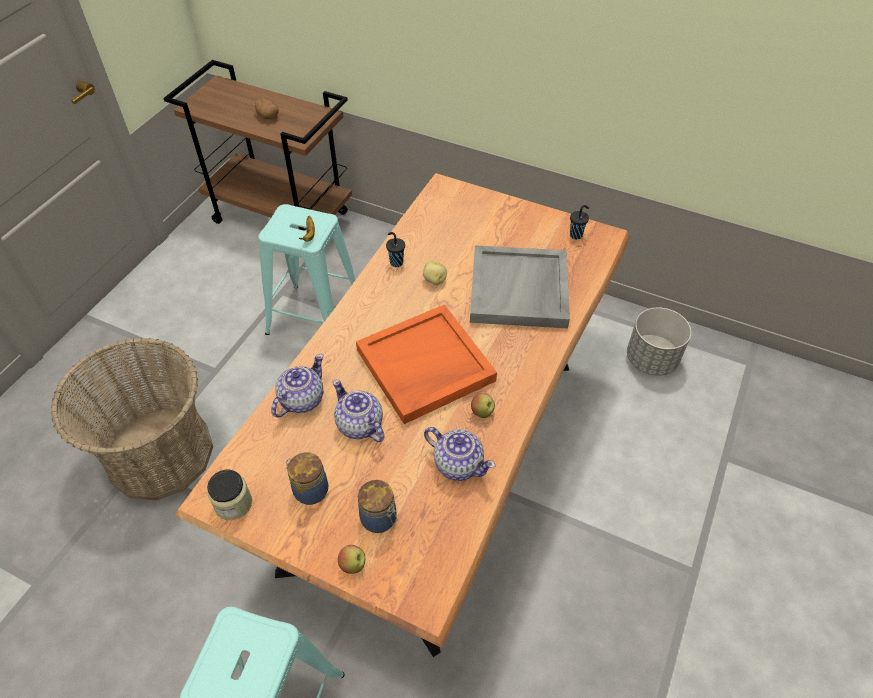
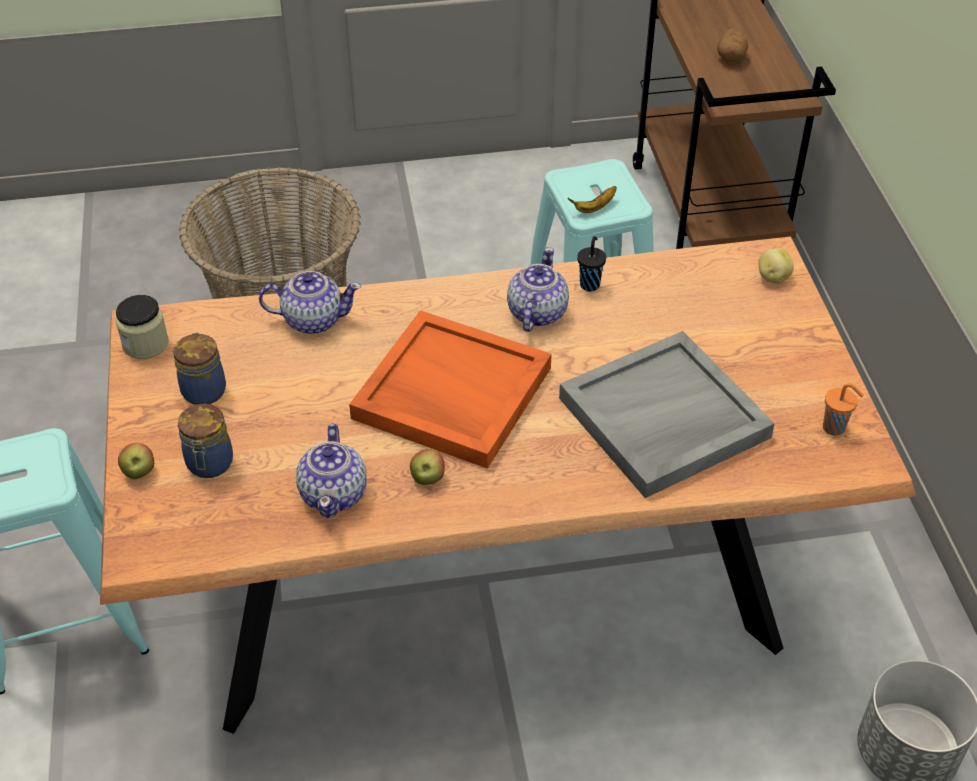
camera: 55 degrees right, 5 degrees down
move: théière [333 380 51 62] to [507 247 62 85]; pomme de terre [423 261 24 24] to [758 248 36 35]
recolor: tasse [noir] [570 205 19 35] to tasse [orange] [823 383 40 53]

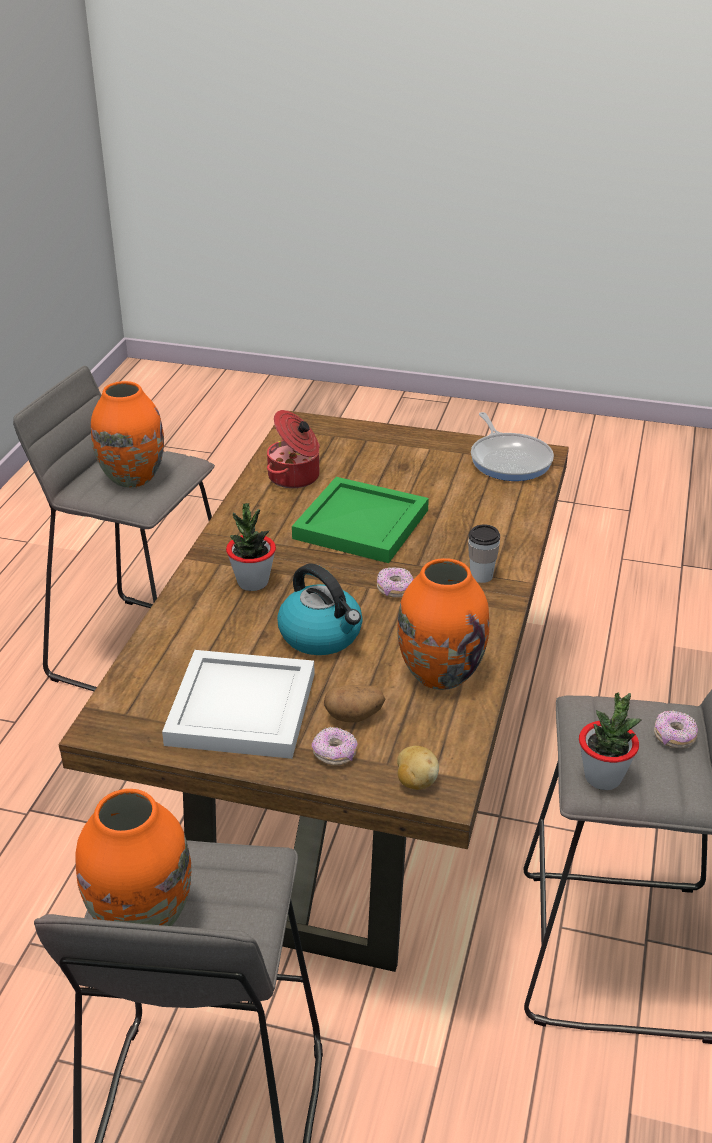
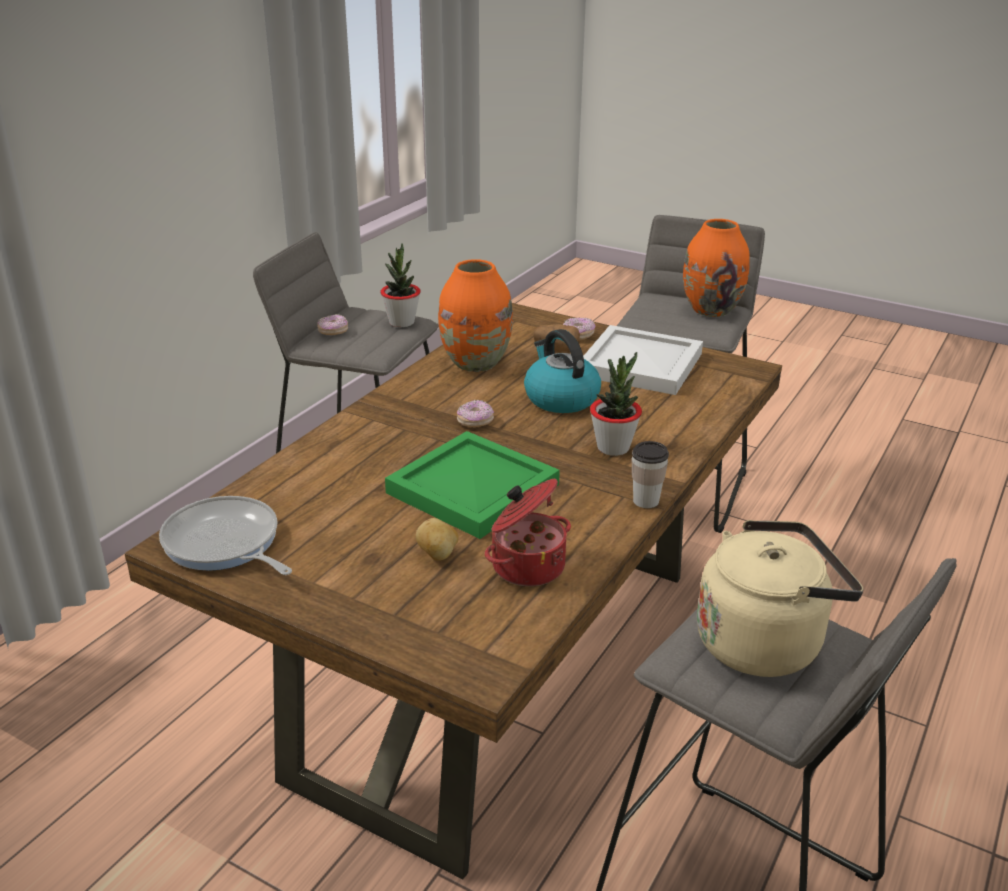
camera: 165 degrees left, 5 degrees down
move: pomme de terre [397 746 42 44] to [416 518 43 43]; tasse [468 525 32 58] to [632 441 37 67]
replace: vase [orange] [91 381 73 107] to bouilloire [beige] [697 520 166 157]
rotate: poêle [471 412 83 69] = [159 496 133 79] 45 degrees counterclockwise

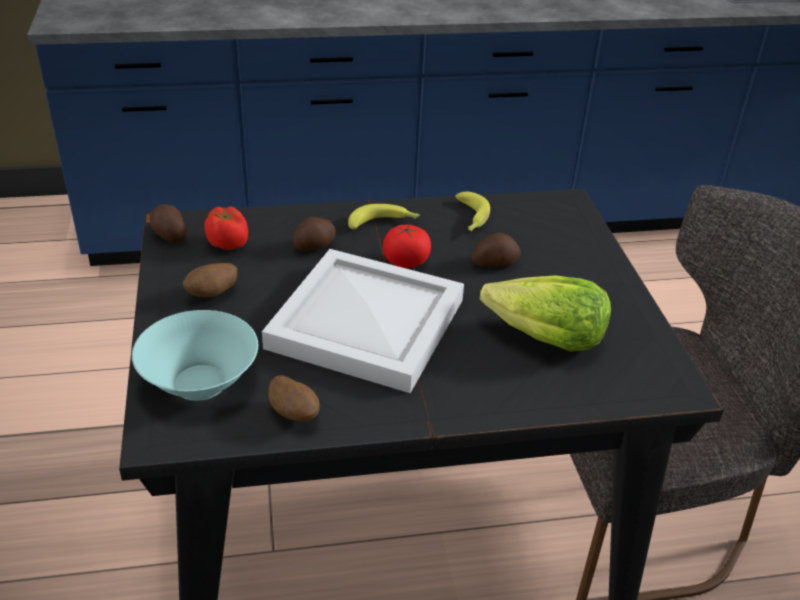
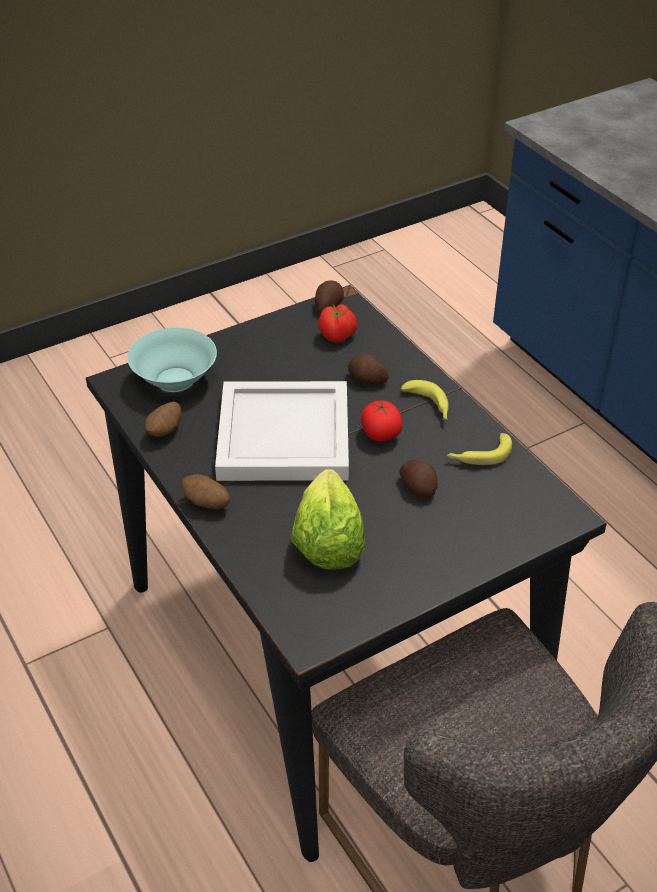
camera: 70 degrees right, 5 degrees up
move: pomme de terre [183 263 54 34] to [182 474 48 36]

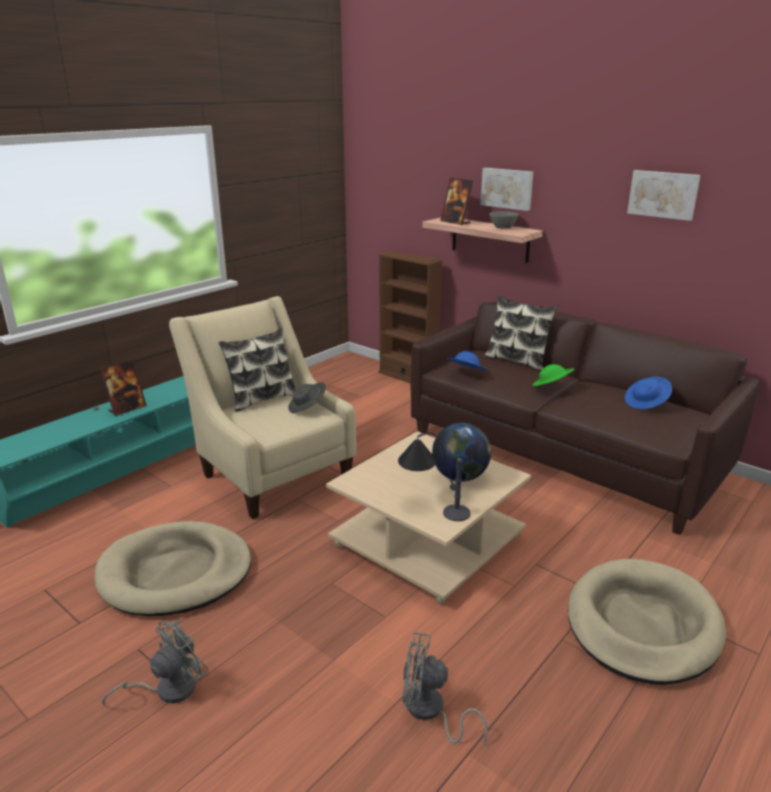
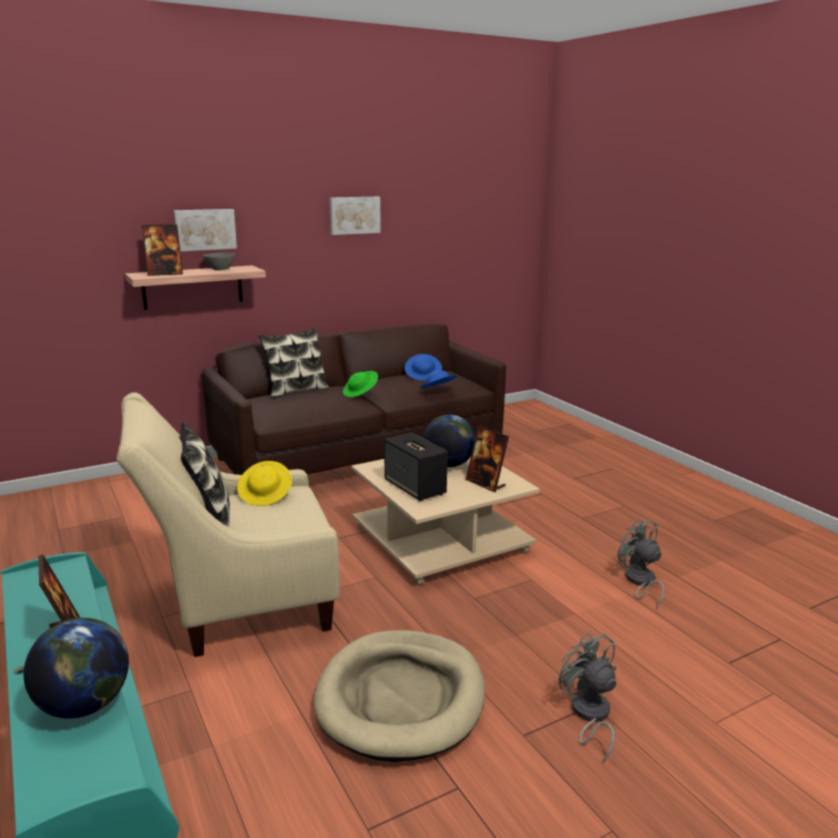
camera: 70 degrees left, 5 degrees down
delete: bibliothèque [marron] [378 251 65 132]; panier pour chien [beige] [568 559 158 126]
insert: globe [24 618 105 101]; enceinte [384 432 64 69]
move: chapeau [bleu] [446 351 41 19] to [420 370 37 18]
replace: lampe de table [398 432 73 89] to cadre photo [466 426 43 66]
recolor: chapeau [gris] [288 382 38 31] to chapeau [jaune] [237 461 55 45]
rotate: ventilateur [gris] [402 632 86 112] = [617 518 47 91] 120 degrees clockwise

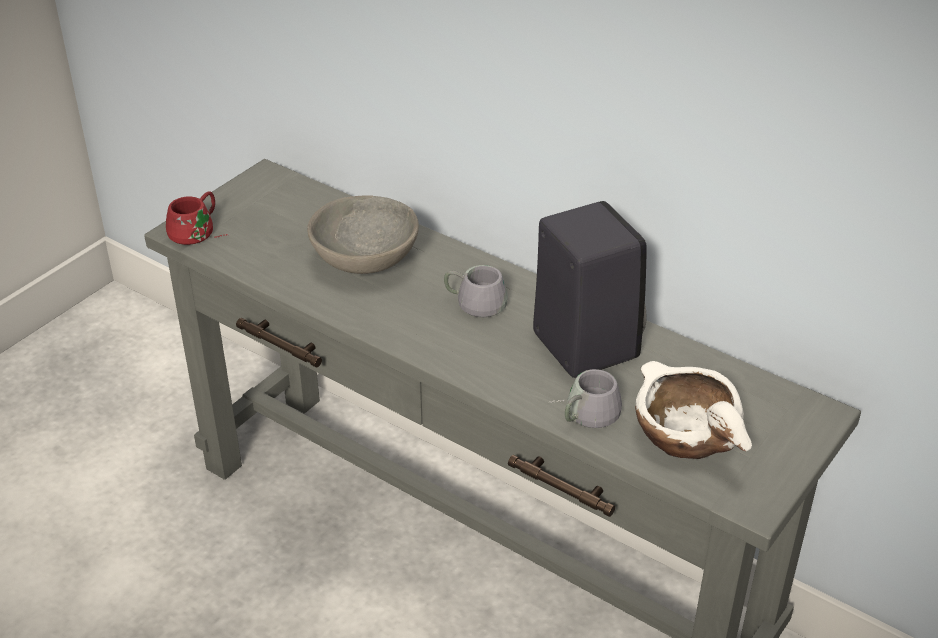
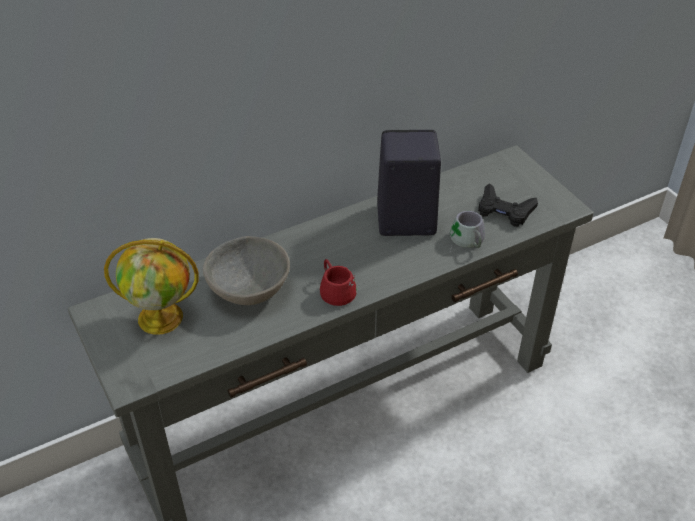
camera: 65 degrees left, 5 degrees up
delete: mug [gris] [444 265 64 52]
insert: globe [104 238 95 97]
move: mug [rouge] [166 191 62 54] to [320 259 37 47]
replace: bol [blanc] [635 361 117 98] to manette [noir] [478 183 60 44]

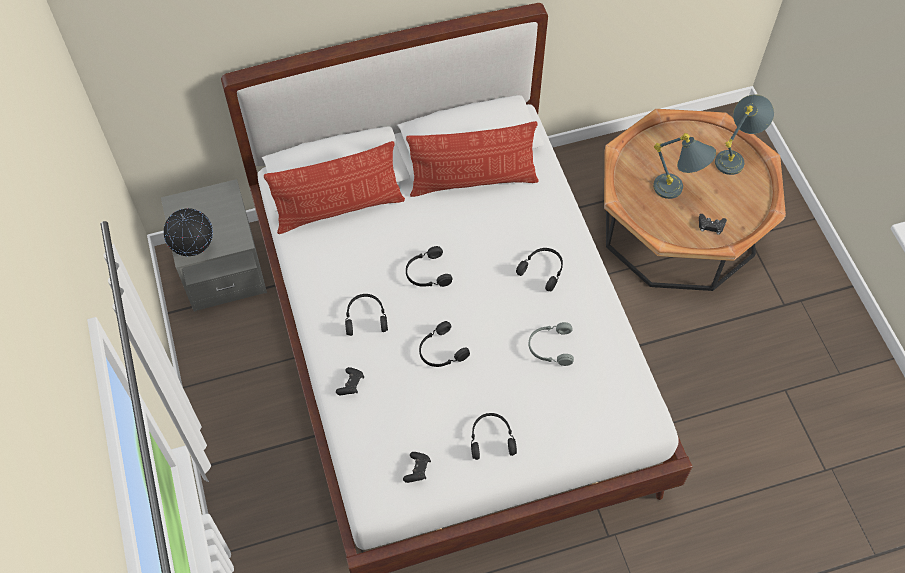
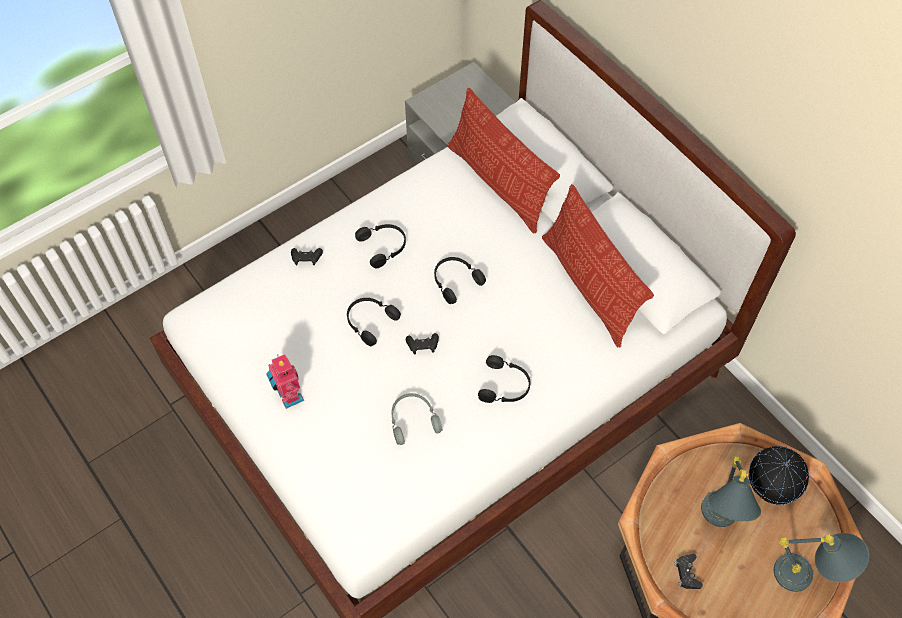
camera: 70 degrees right, 0 degrees up
move: globe [163 208 50 48] to [749 446 60 59]; manette [noir] [403 452 28 31] to [406 333 33 21]
replace: casque audio [noir] [471 413 46 47] to robot jouet [266 354 38 55]

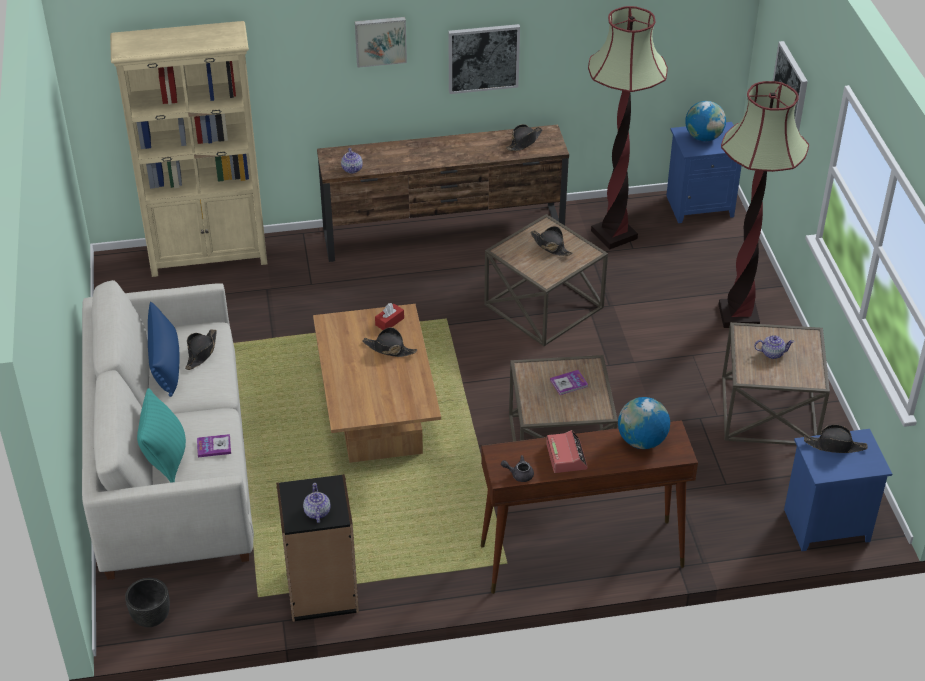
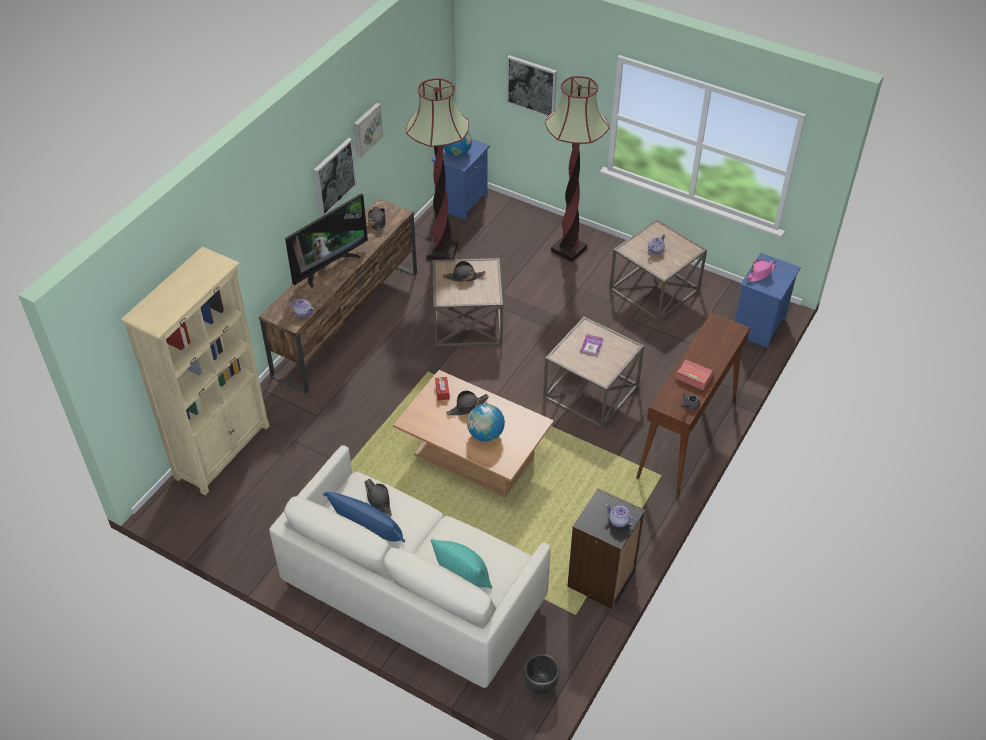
camera: 50 degrees left, 5 degrees up
delete: livre [197 434 34 24]
insert: téléviseur [285 193 83 95]
move: tableau [355 17 52 51] to [354 103 29 54]; globe [618 397 52 52] to [467 404 38 38]
recolor: chapeau [noir] [804 425 64 28] to chapeau [rose] [746 259 31 23]

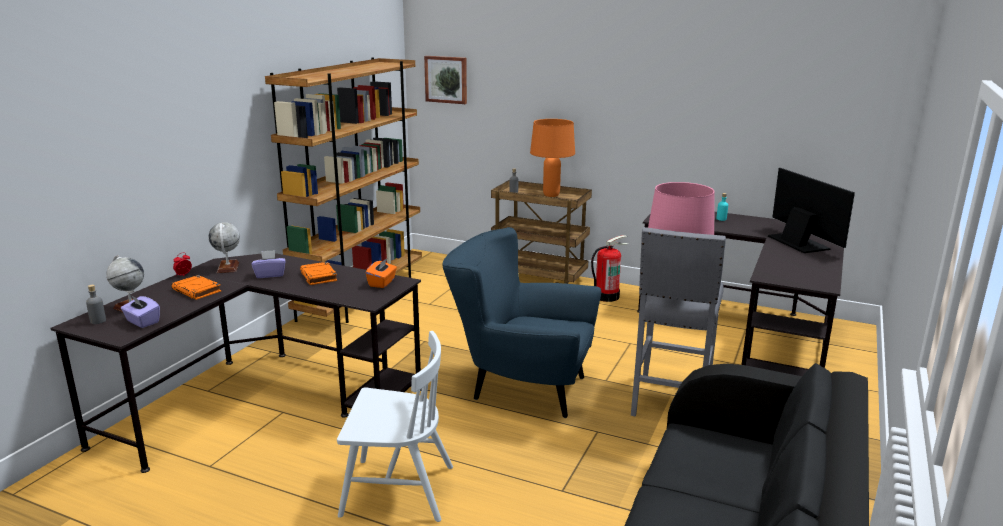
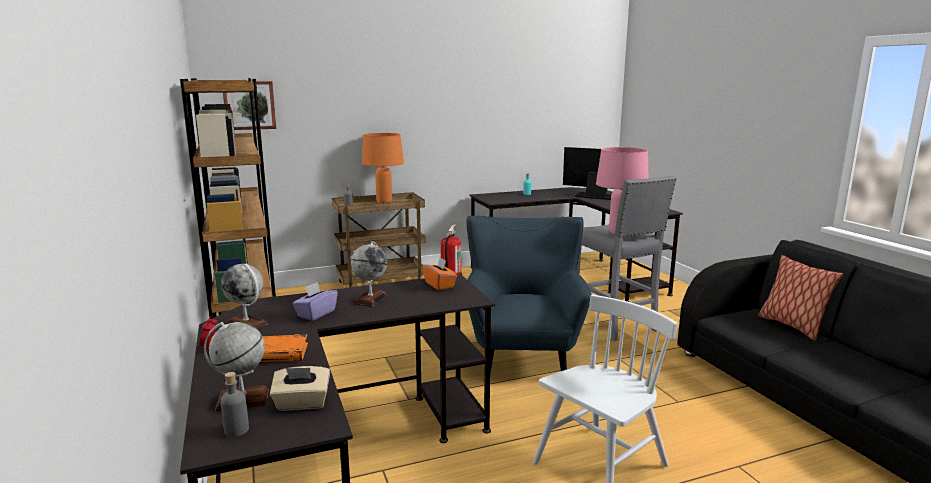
camera: 45 degrees left, 5 degrees down
insert: coussin [758 255 85 86]
replace: livre [orange] [300 262 37 23] to globe [351 241 37 66]
recolor: boîte à mouchoirs [violet] [121 295 39 33] to boîte à mouchoirs [beige] [270 366 60 45]
rotate: fauteuil [bleu] [443 227 158 191] = [466 215 126 165] 120 degrees clockwise

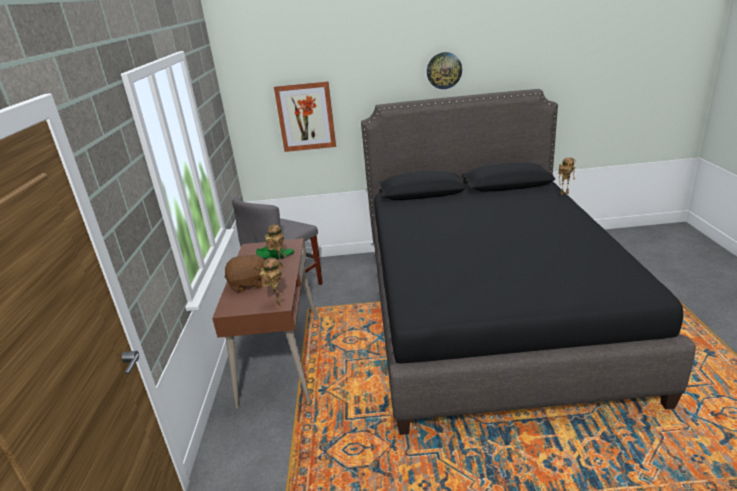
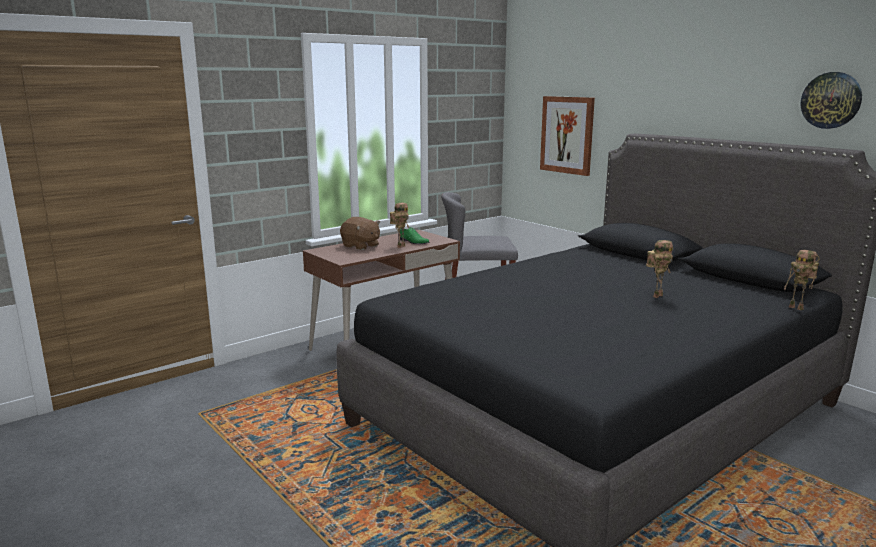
camera: 50 degrees right, 10 degrees down
move: robot jouet [260 258 23 50] to [646 240 27 58]; horloge murale [427 52 35 37] to [800 72 62 57]

